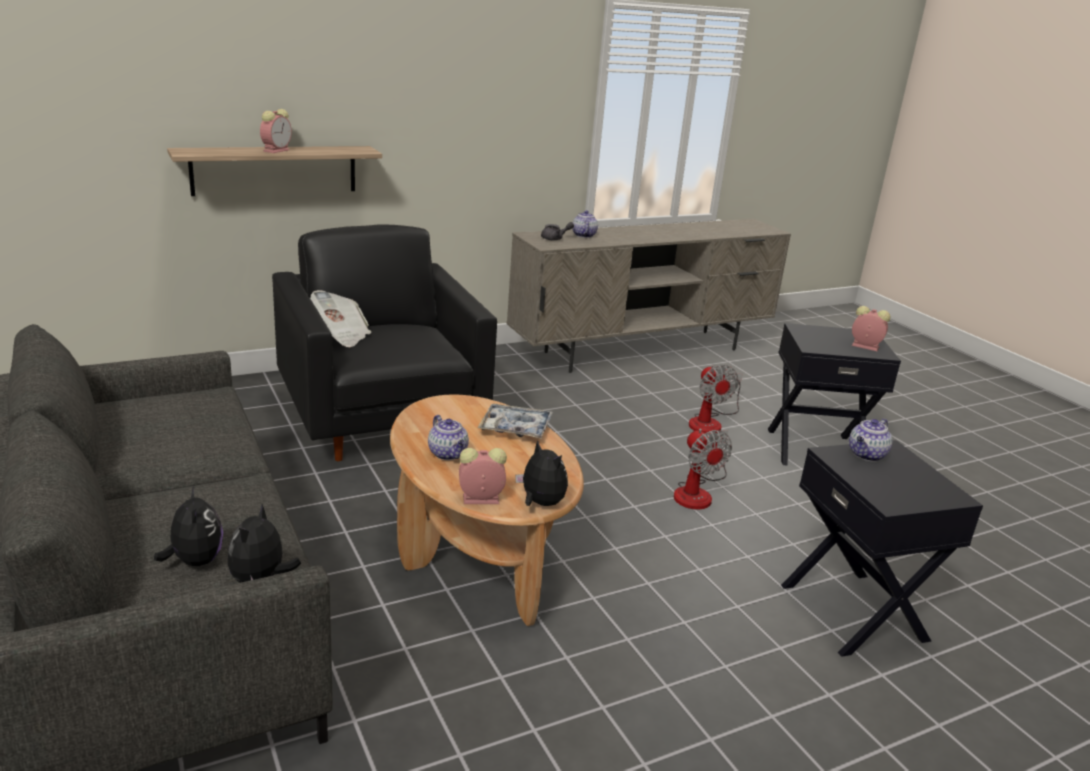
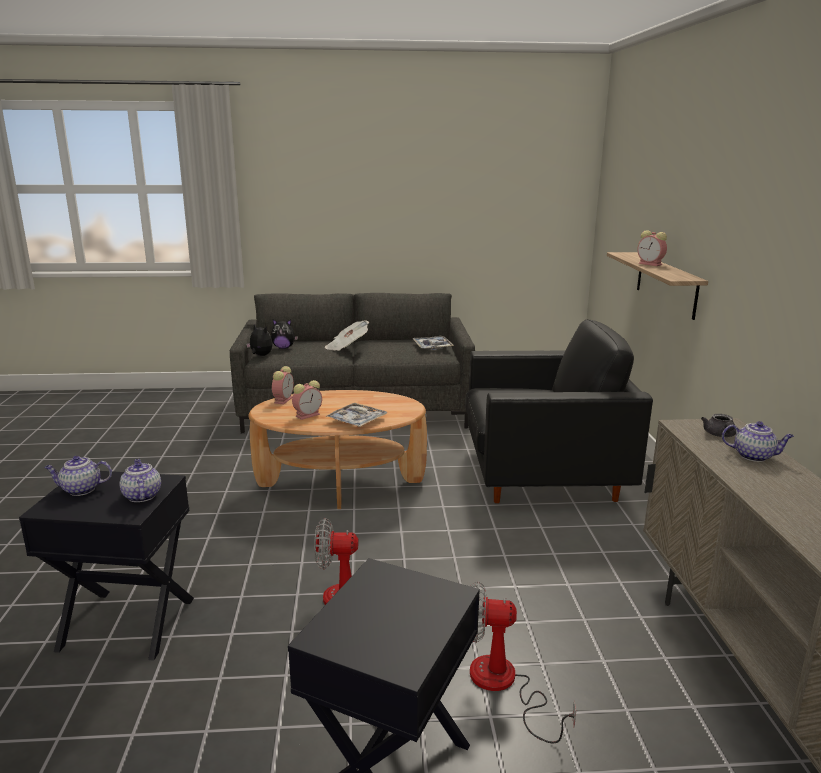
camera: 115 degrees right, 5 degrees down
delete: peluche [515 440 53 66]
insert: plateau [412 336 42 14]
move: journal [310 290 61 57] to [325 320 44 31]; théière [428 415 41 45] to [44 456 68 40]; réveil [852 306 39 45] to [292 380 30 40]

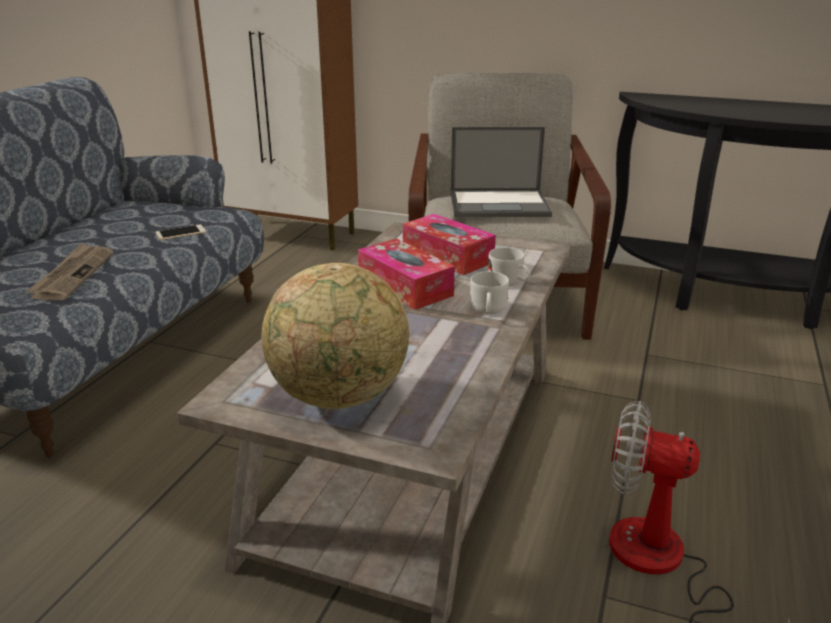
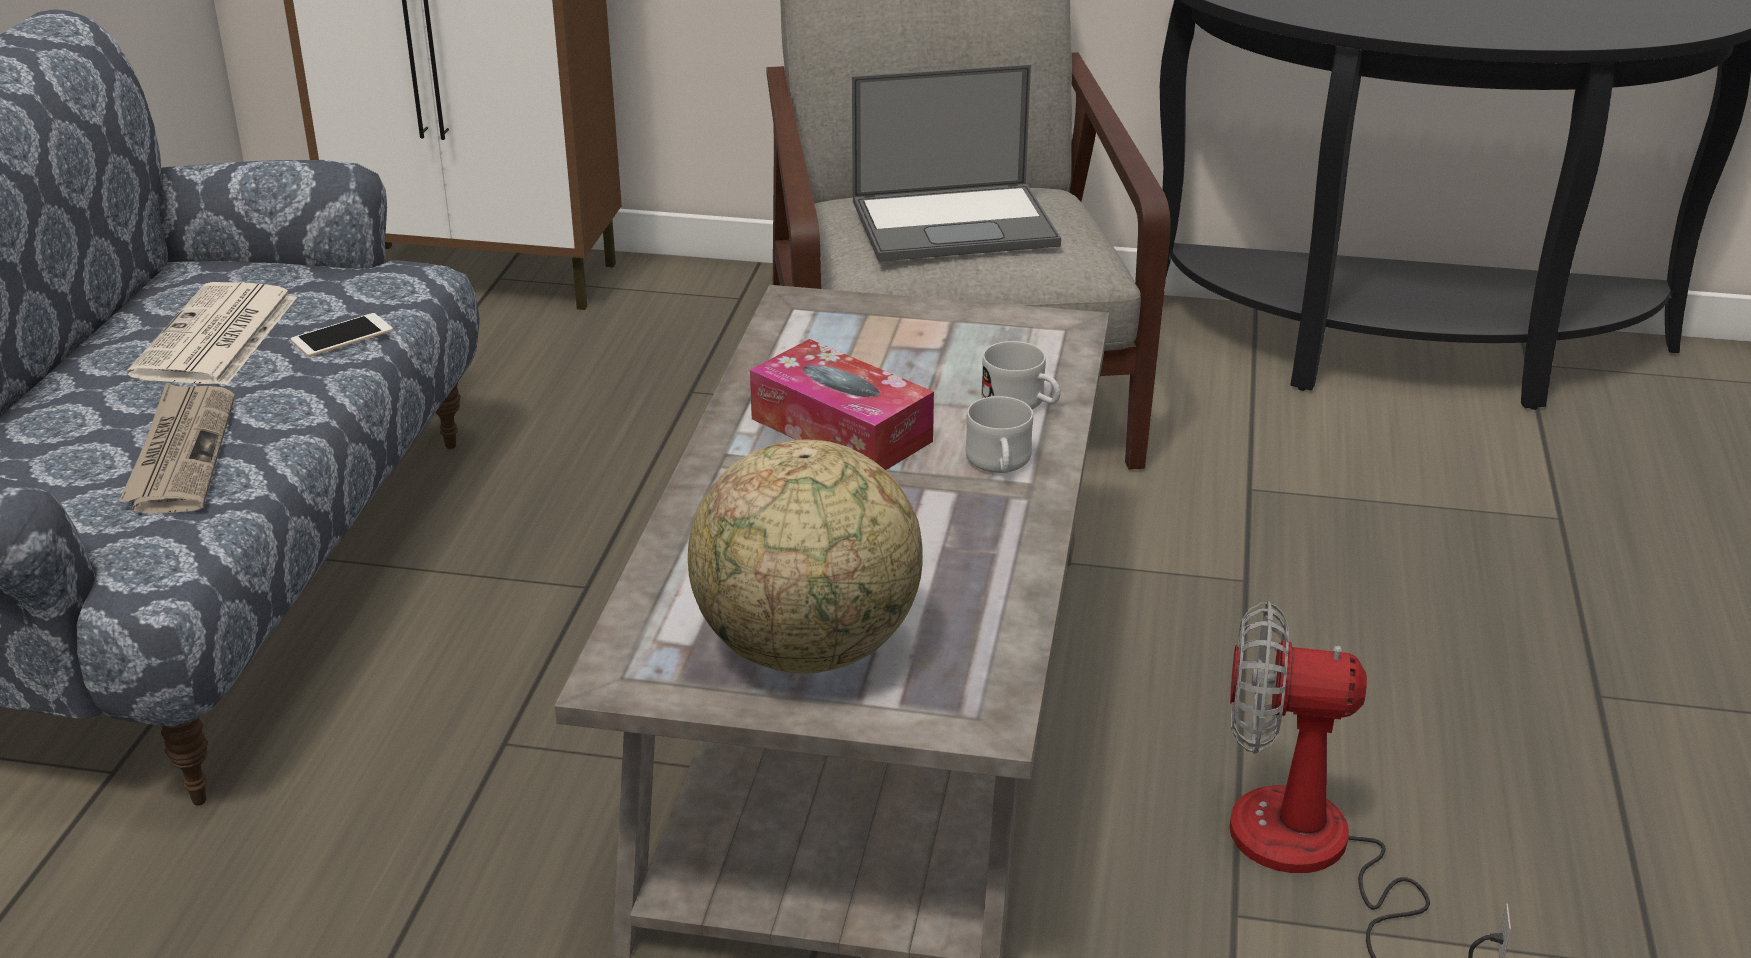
camera: 10 degrees left, 5 degrees up
delete: boîte à mouchoirs [403 214 93 61]
insert: journal [127 282 170 103]

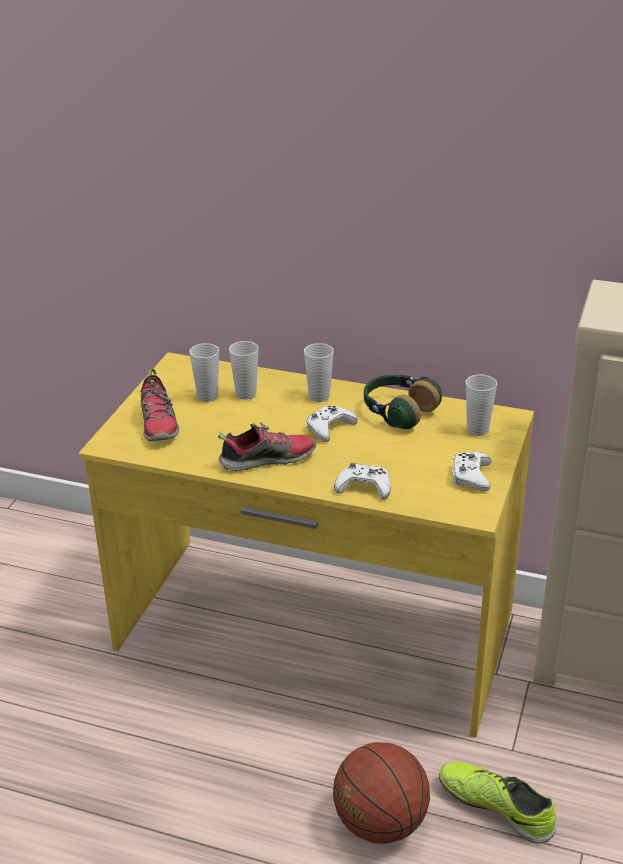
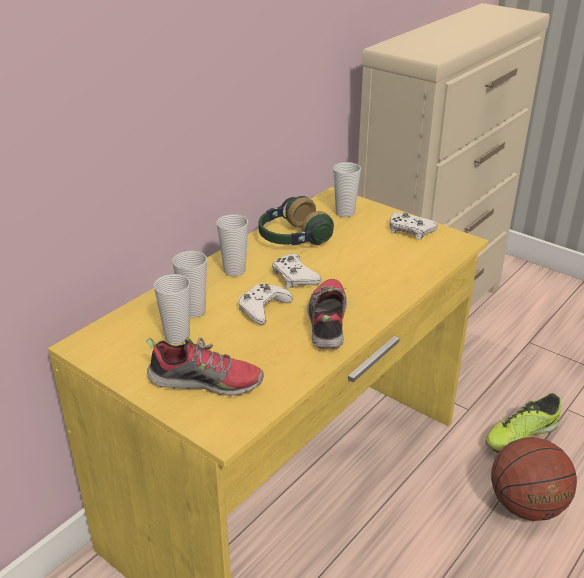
camera: 70 degrees left, 0 degrees up
move: manette [blanc] [334 463 57 37] to [238 284 55 41]

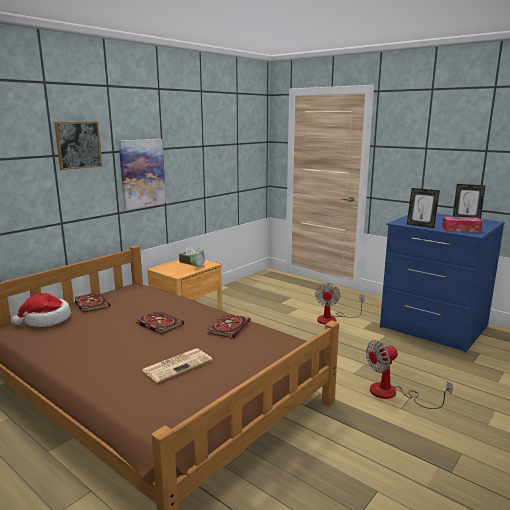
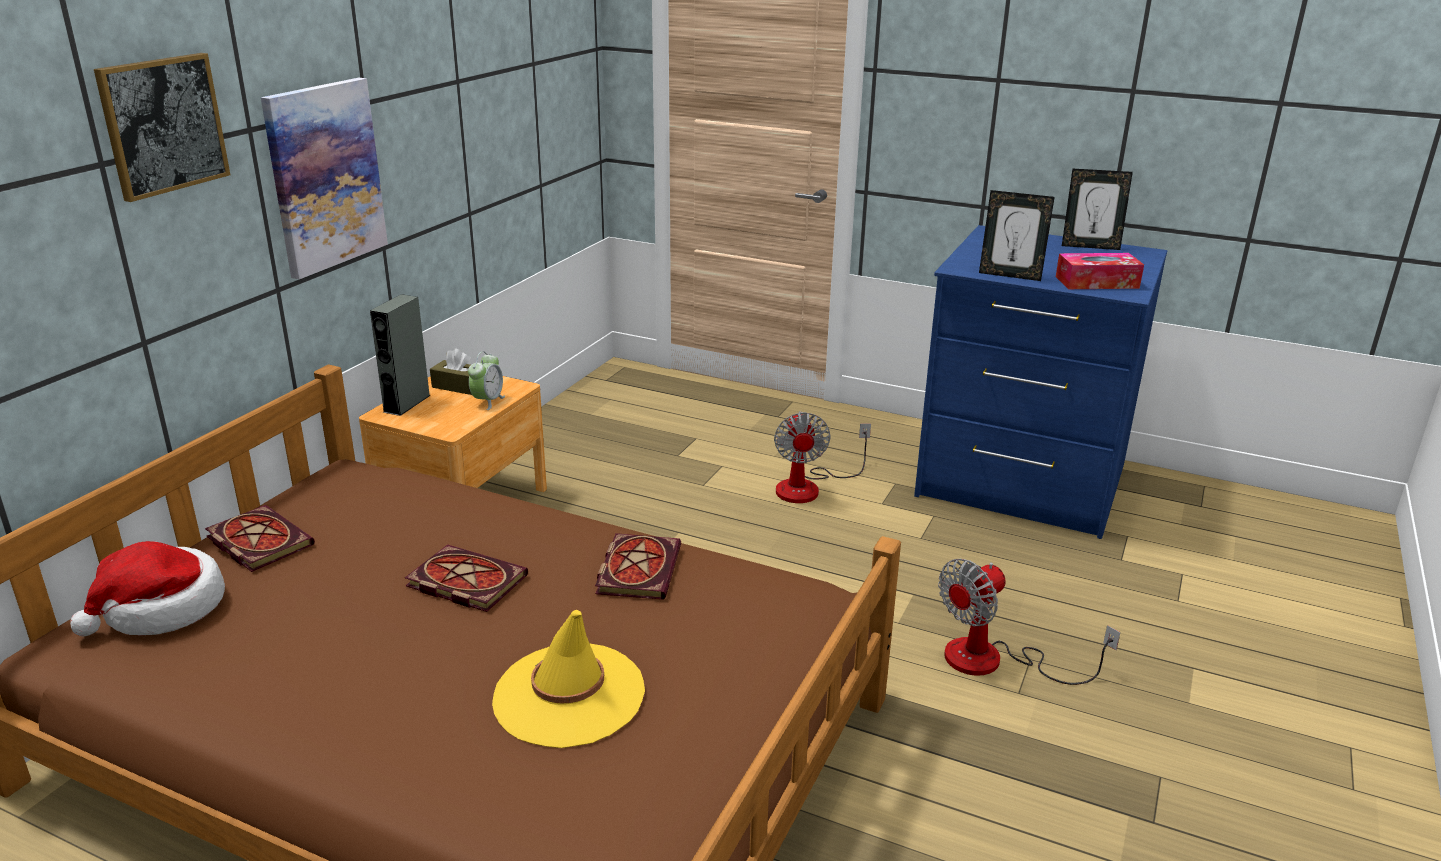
camera: 15 degrees left, 10 degrees up
insert: enceinte [gris] [370 294 61 122]
replace: journal [142 349 70 34] to chapeau [jaune] [492 610 153 138]

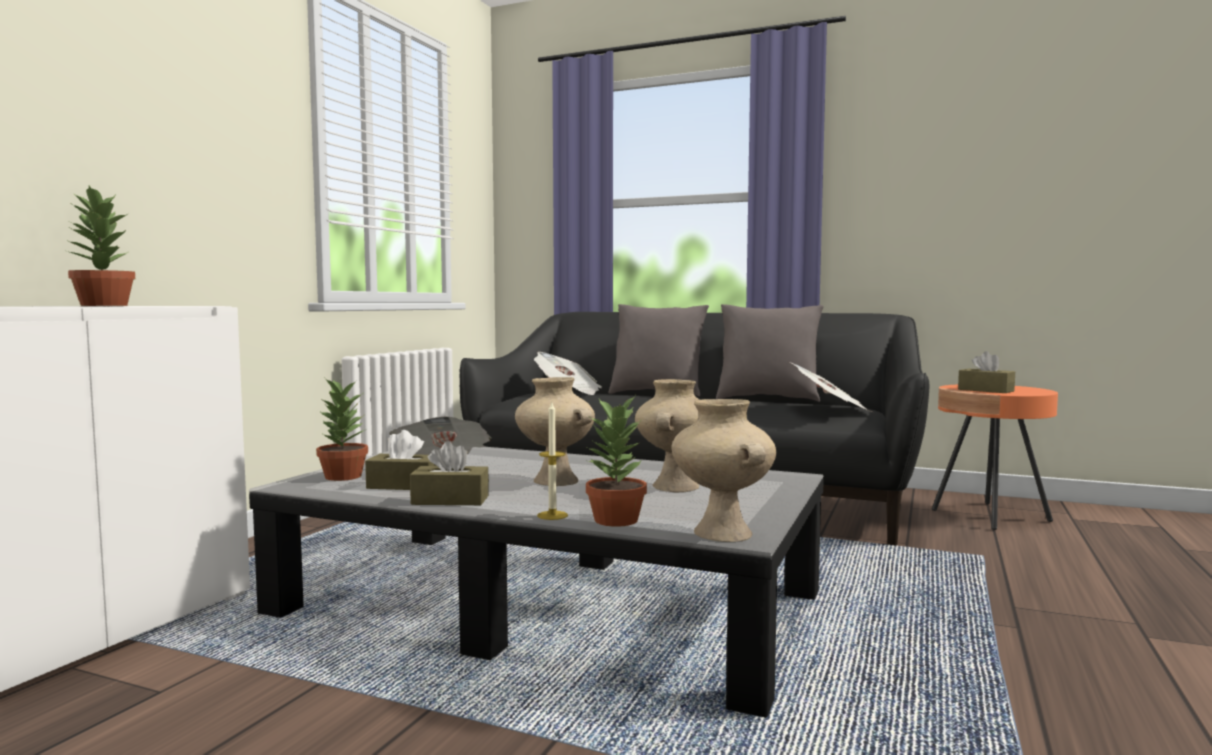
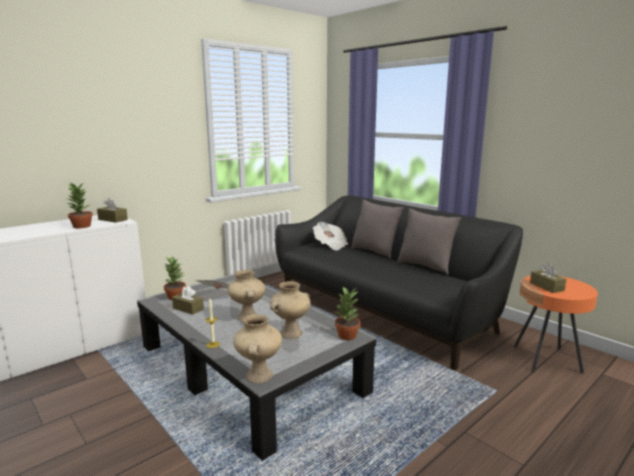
camera: 25 degrees right, 10 degrees up
delete: journal [789 362 84 50]
move: boîte à mouchoirs [marron] [410 441 79 64] to [97 198 31 25]; plante en pot [586 396 61 131] to [335 287 26 53]

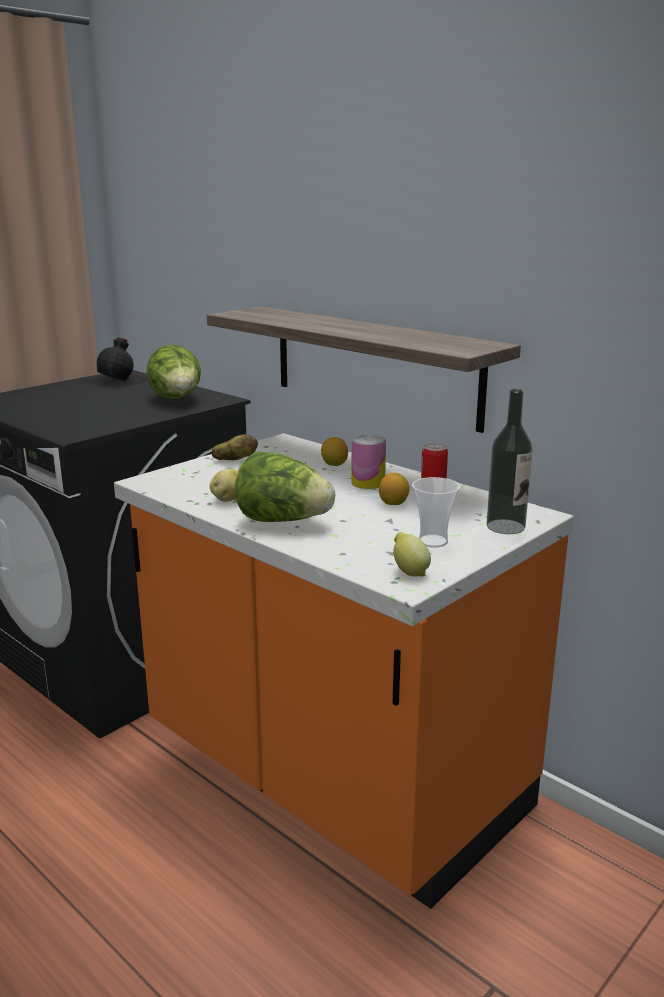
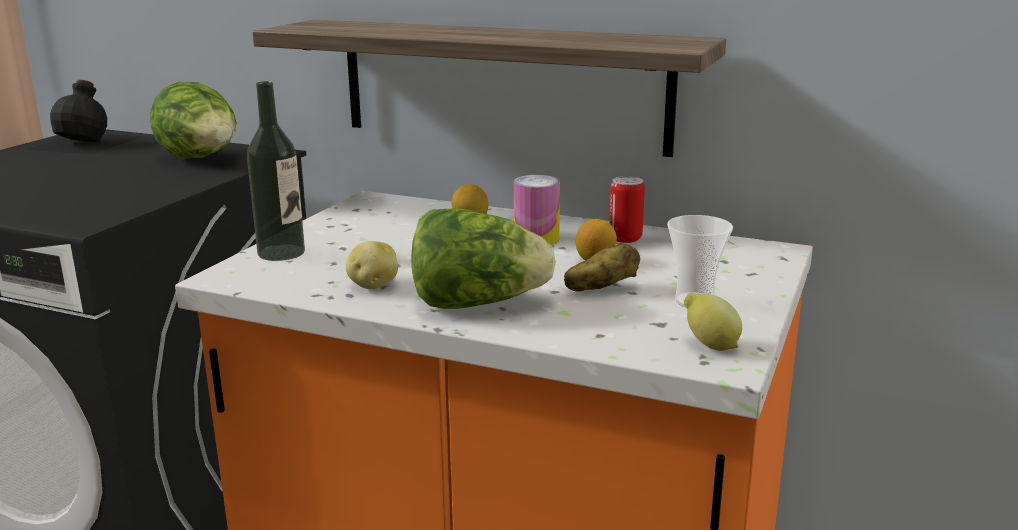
camera: 20 degrees left, 0 degrees up
move: pomme de terre [212 434 46 26] to [564 243 76 49]; bouteille [487 389 45 145] to [247 81 58 180]

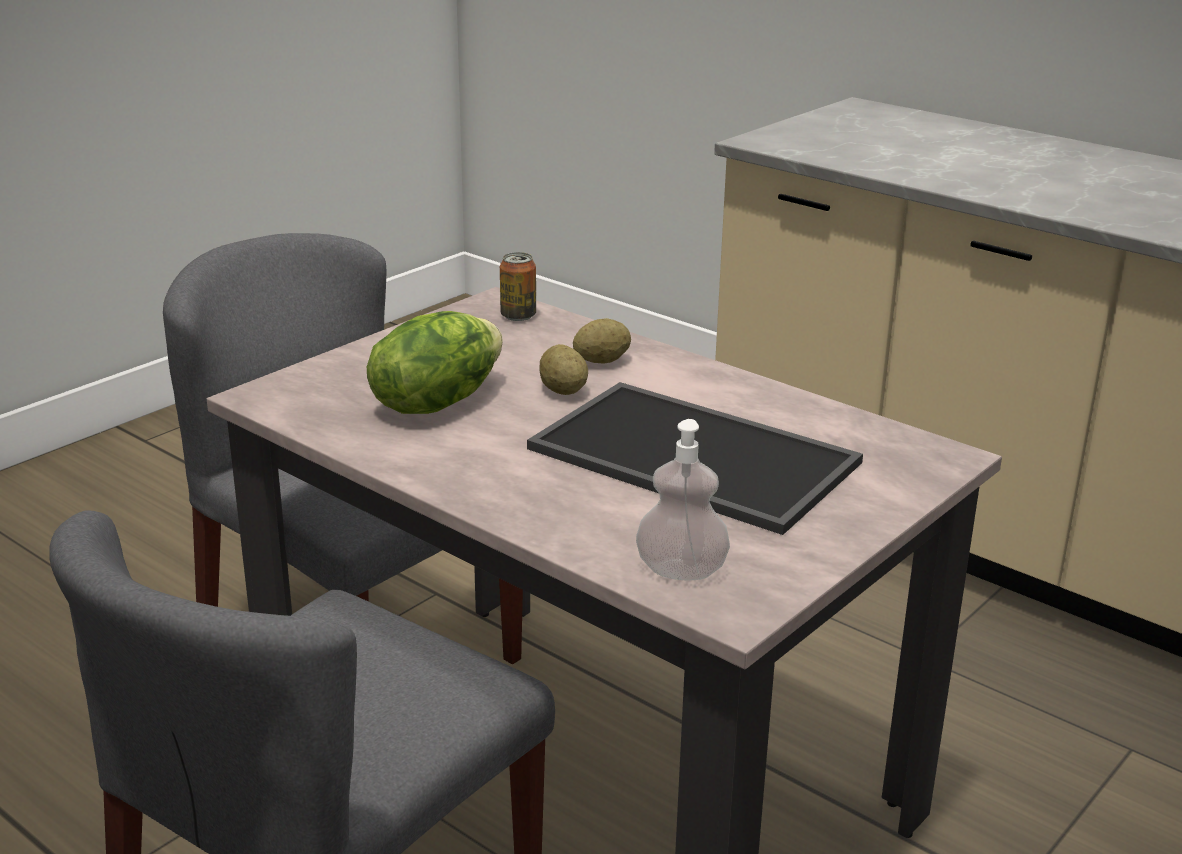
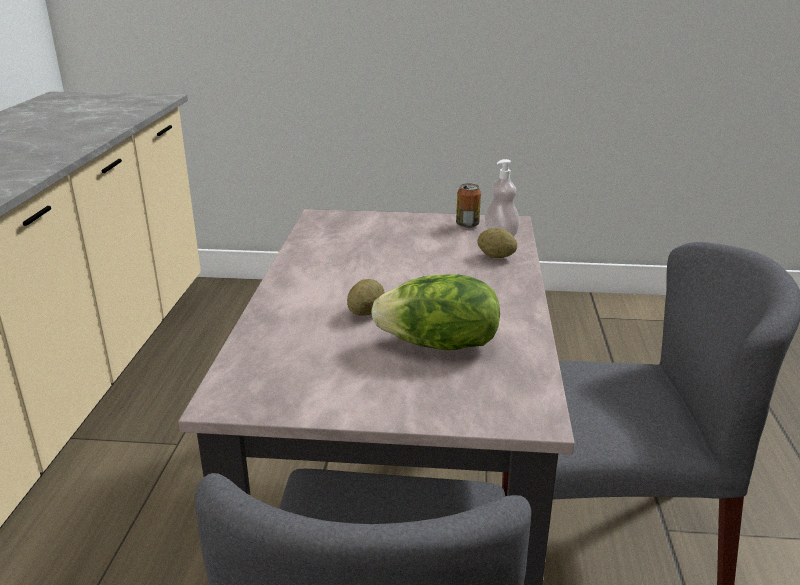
camera: 125 degrees left, 0 degrees up
delete: plateau [527 382 336 153]
move: boîte métallique [500 252 36 69] to [456 183 25 45]; pomme de terre [573 318 58 45] to [478 228 39 30]

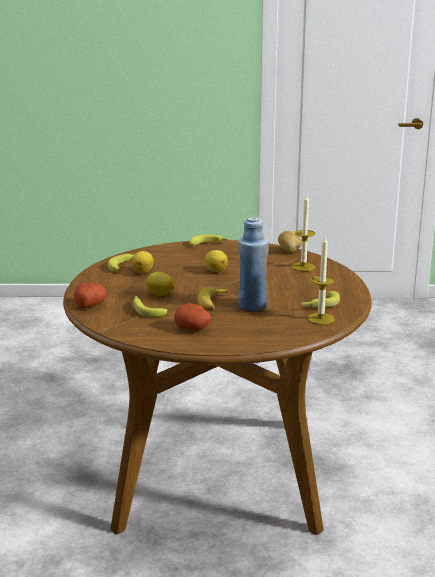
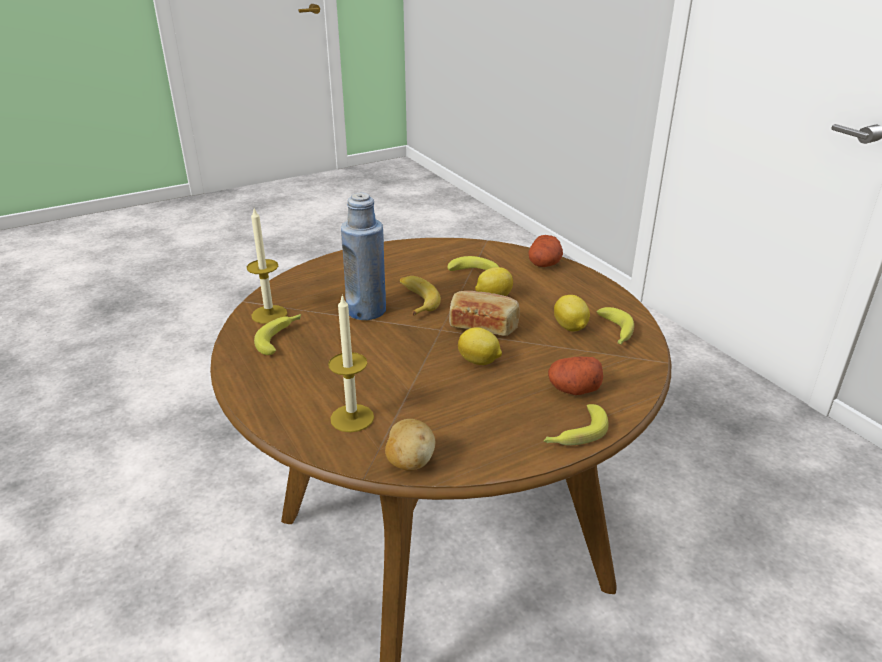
camera: 150 degrees right, 10 degrees up
insert: pain [449 291 71 45]
move: pomme de terre [174 303 37 27] to [548 357 55 38]

